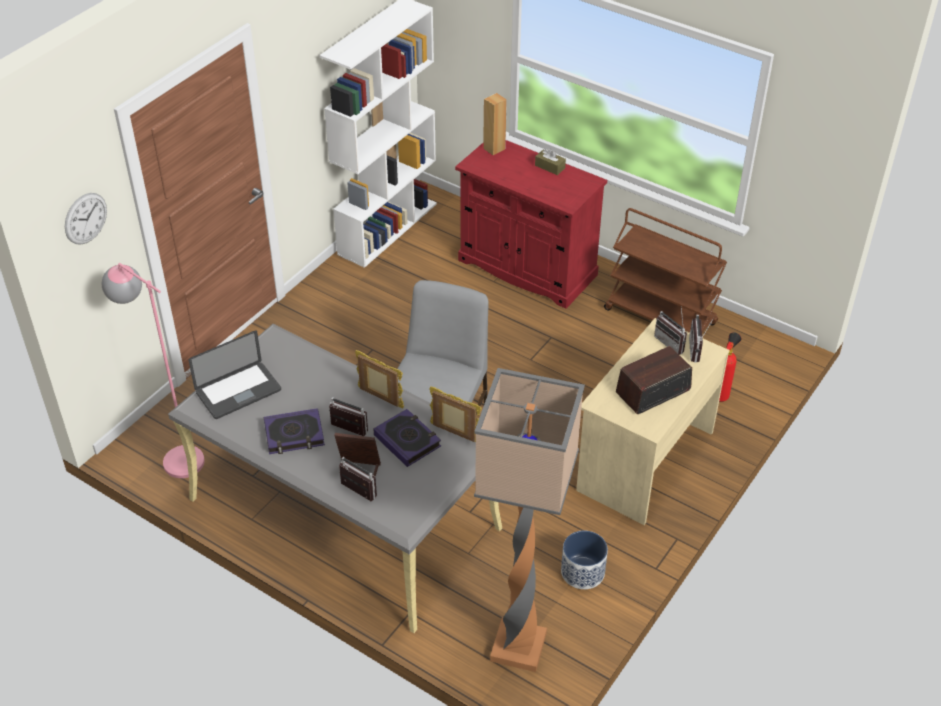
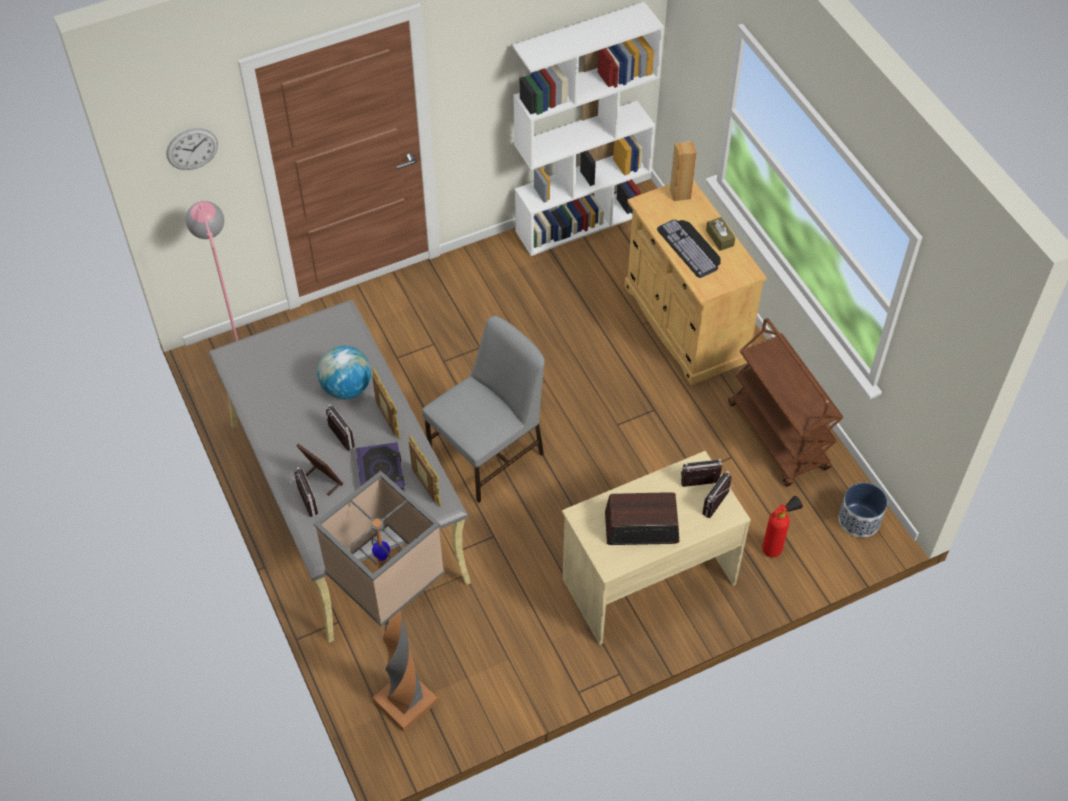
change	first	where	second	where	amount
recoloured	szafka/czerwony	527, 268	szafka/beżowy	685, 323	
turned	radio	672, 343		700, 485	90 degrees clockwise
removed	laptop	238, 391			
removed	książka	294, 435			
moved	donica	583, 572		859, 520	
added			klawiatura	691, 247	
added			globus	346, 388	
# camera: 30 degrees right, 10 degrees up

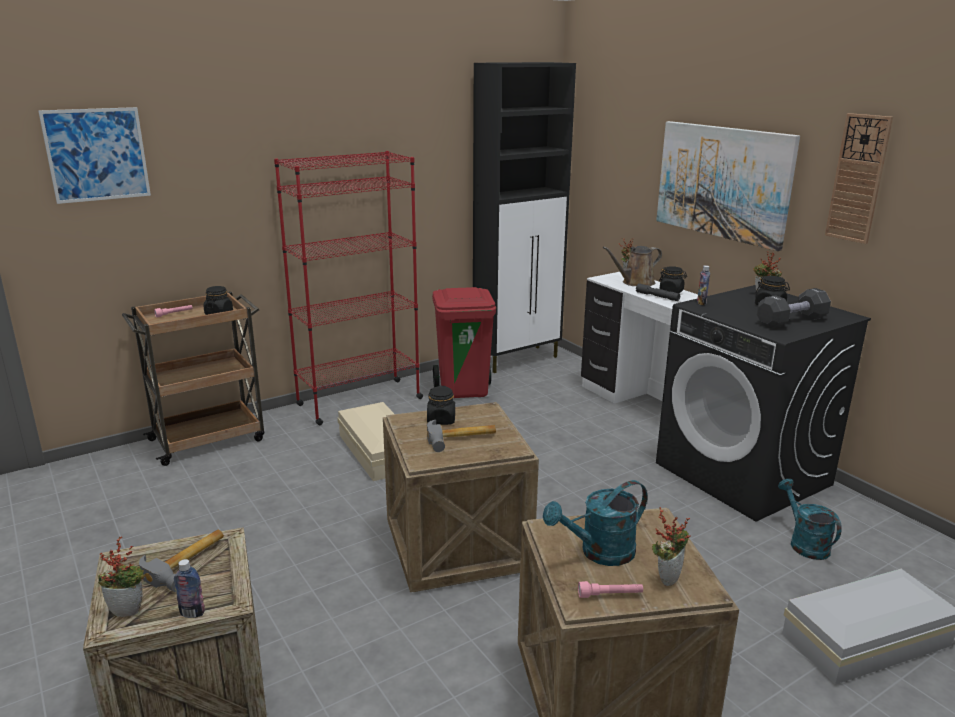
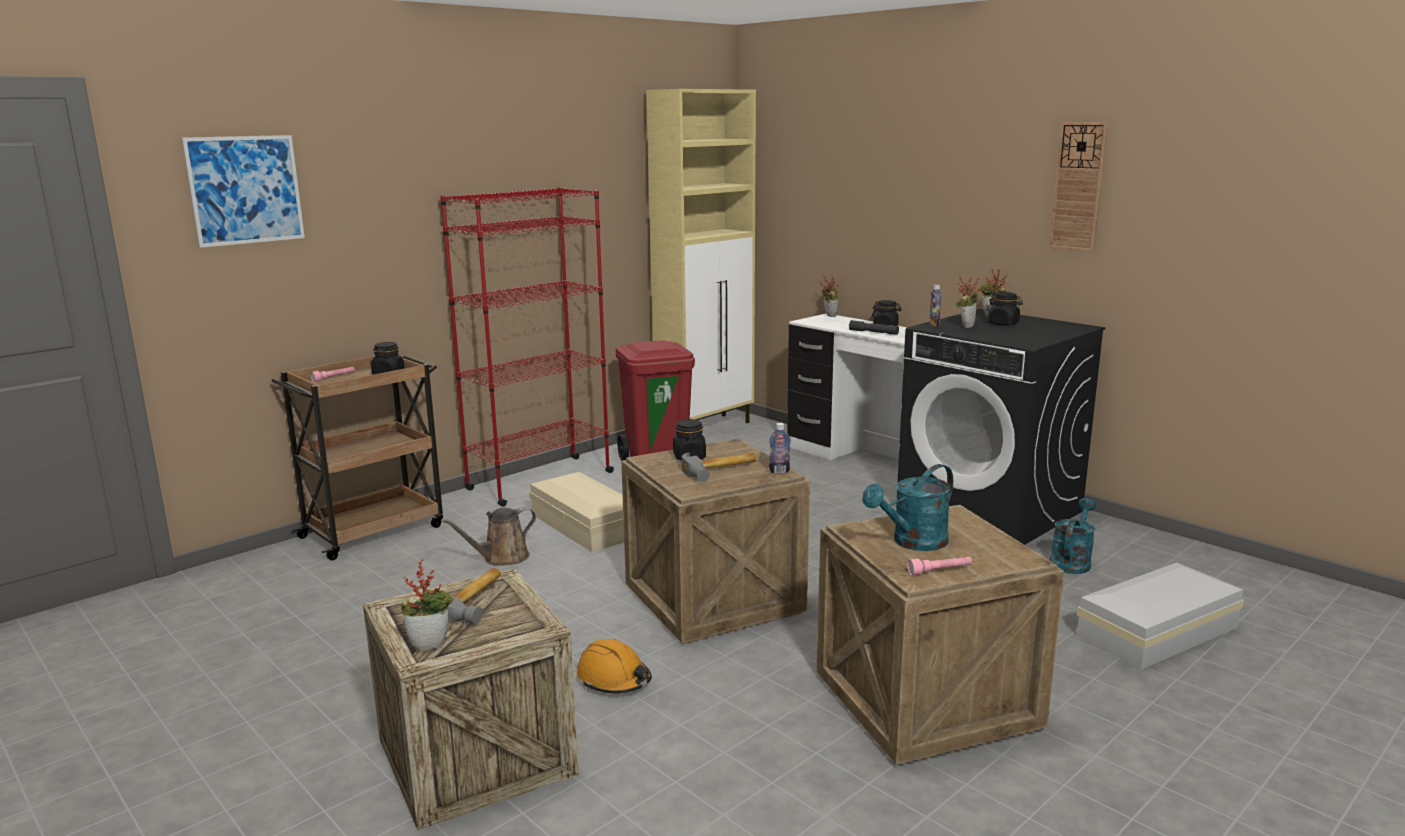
change	first	where	second	where	amount
recoloured	szafka/czarny	518, 359	szafka/beżowy	706, 428	
removed	obraz	723, 182			
moved	konewka/brązowy	635, 283		501, 558	
removed	hantel/czarny	791, 321			
turned	konewka/turkusowy	804, 543		1071, 561	60 degrees clockwise
moved	roślina doniczkowa	667, 577		966, 326	
moved	butelka	192, 613		779, 471	
added			kask/pomarańczowy	614, 679	
# camera: 10 degrees left, 5 degrees down

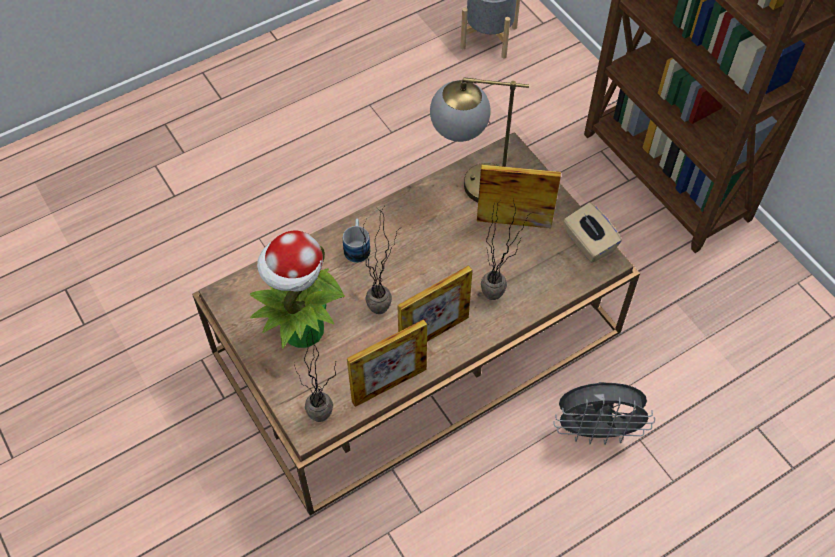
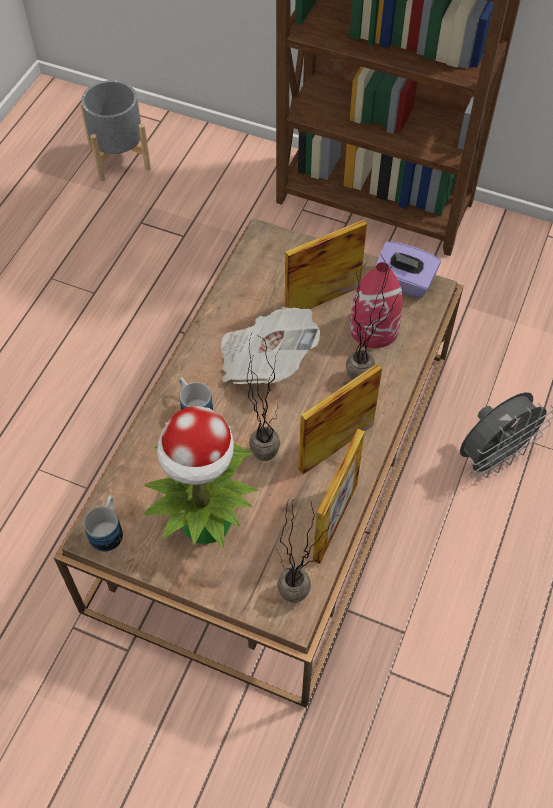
change	first	where	second	where	amount
removed	lampa stołowa	469, 184			
recoloured	pudełko chusteczek/beżowy	588, 243	pudełko chusteczek/fioletowy	403, 282	
turned	ramka na zdjęcie	434, 334		336, 447	150 degrees counterclockwise
added			wazon/czerwony	374, 328	
added			gazeta	265, 361	
added			kubek	108, 529	
# camera: 35 degrees left, 0 degrees up

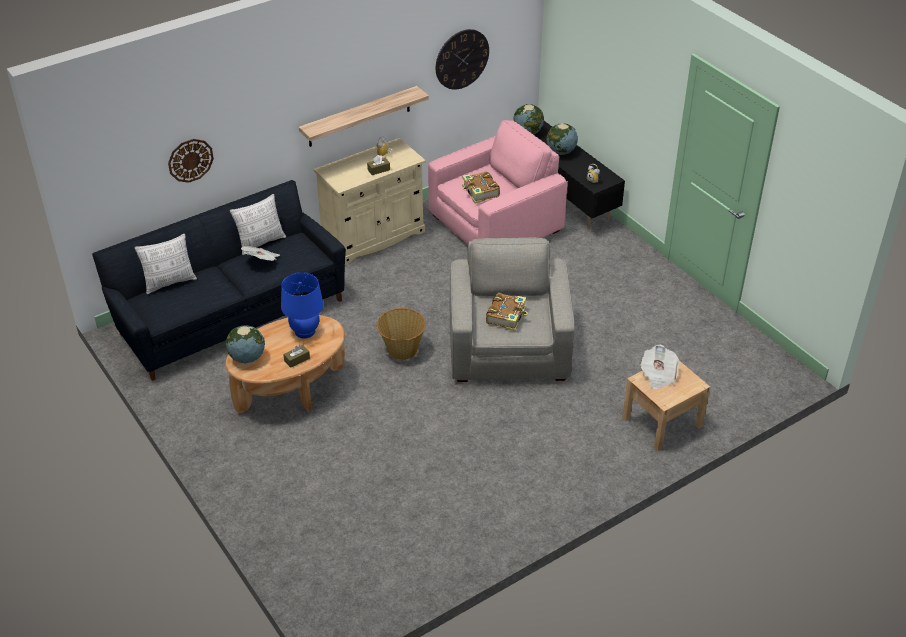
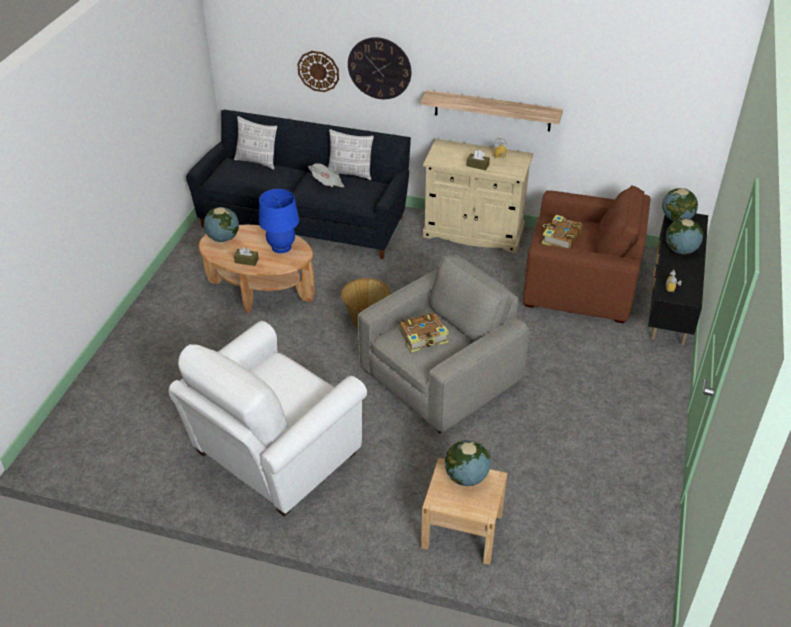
change	first	where	second	where	amount
moved	zegar ścienny	462, 59		379, 68	
recoloured	fotel/różowy	495, 223	fotel/brązowy	579, 283	
replaced	gazeta	658, 375	globus	466, 477	
added			fotel/biały	271, 456	
# camera: 50 degrees right, 0 degrees up

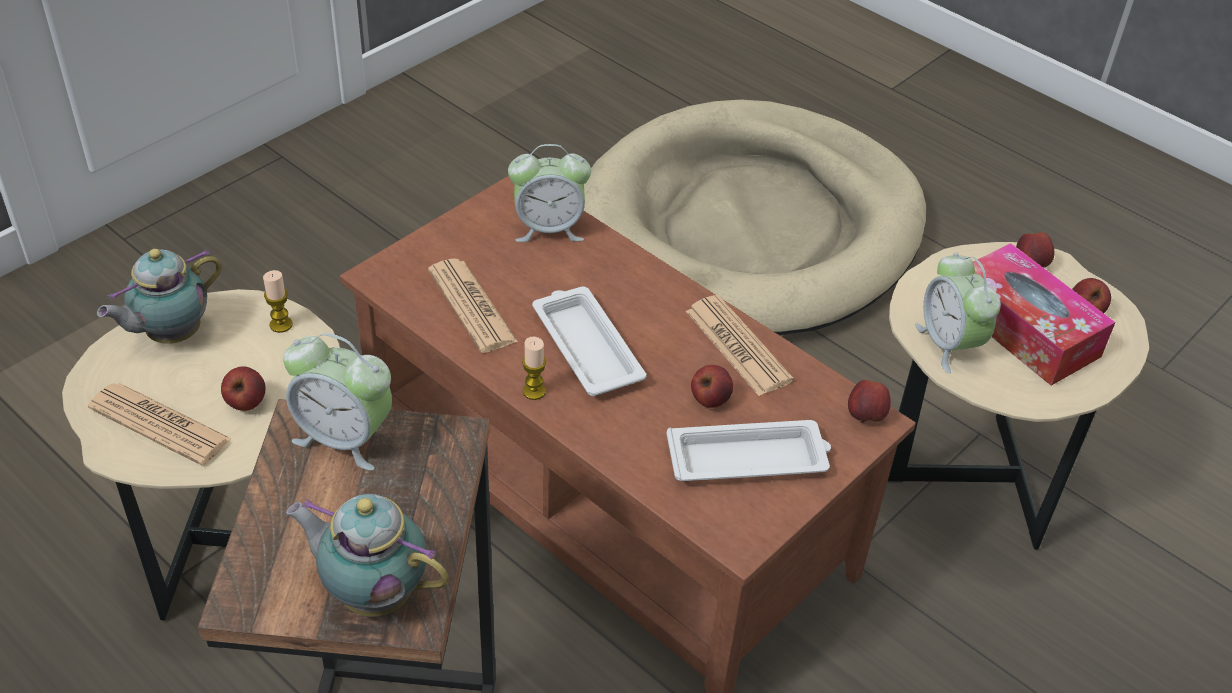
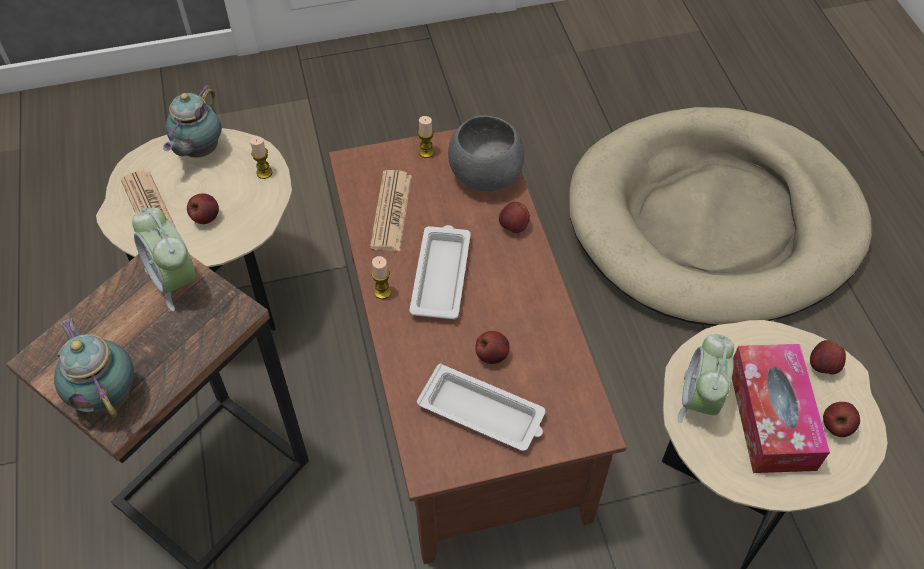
change	first	where	second	where	amount
replaced	budzik	549, 228	miska/szary	486, 175	
turned	imbryk	170, 335		199, 151	60 degrees counterclockwise
removed	gazeta	737, 346			
moved	jabłko	866, 417		513, 227	
added			świeca	426, 152	
# camera: 35 degrees right, 10 degrees up

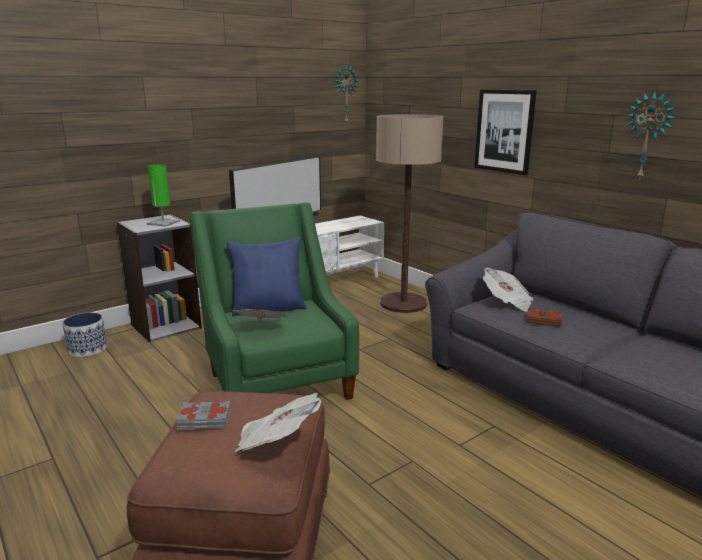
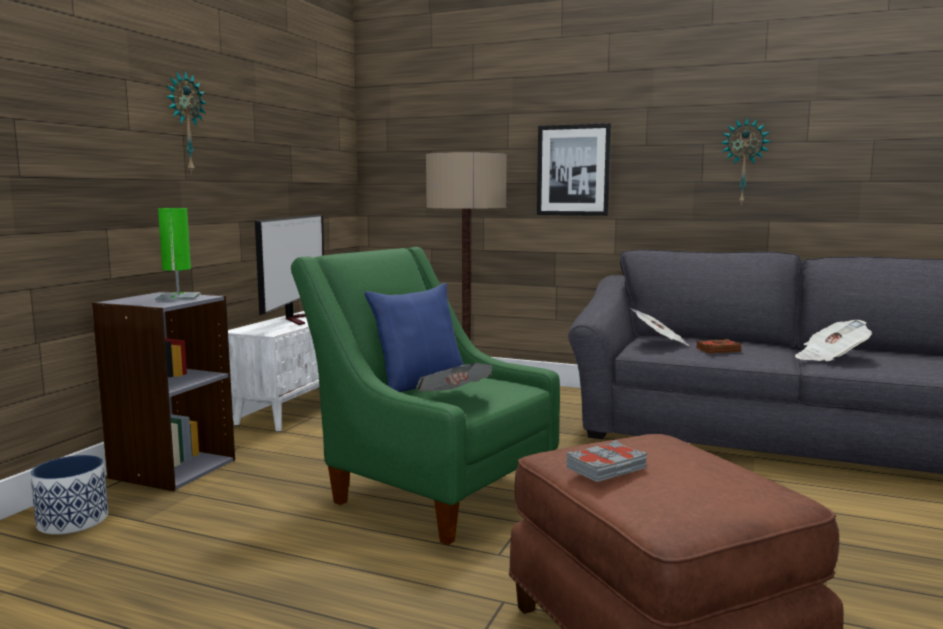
change	first	where	second	where	amount
moved	zegar ścienny	345, 94		185, 122	
moved	gazeta	277, 442		830, 358	
# camera: 30 degrees left, 10 degrees down

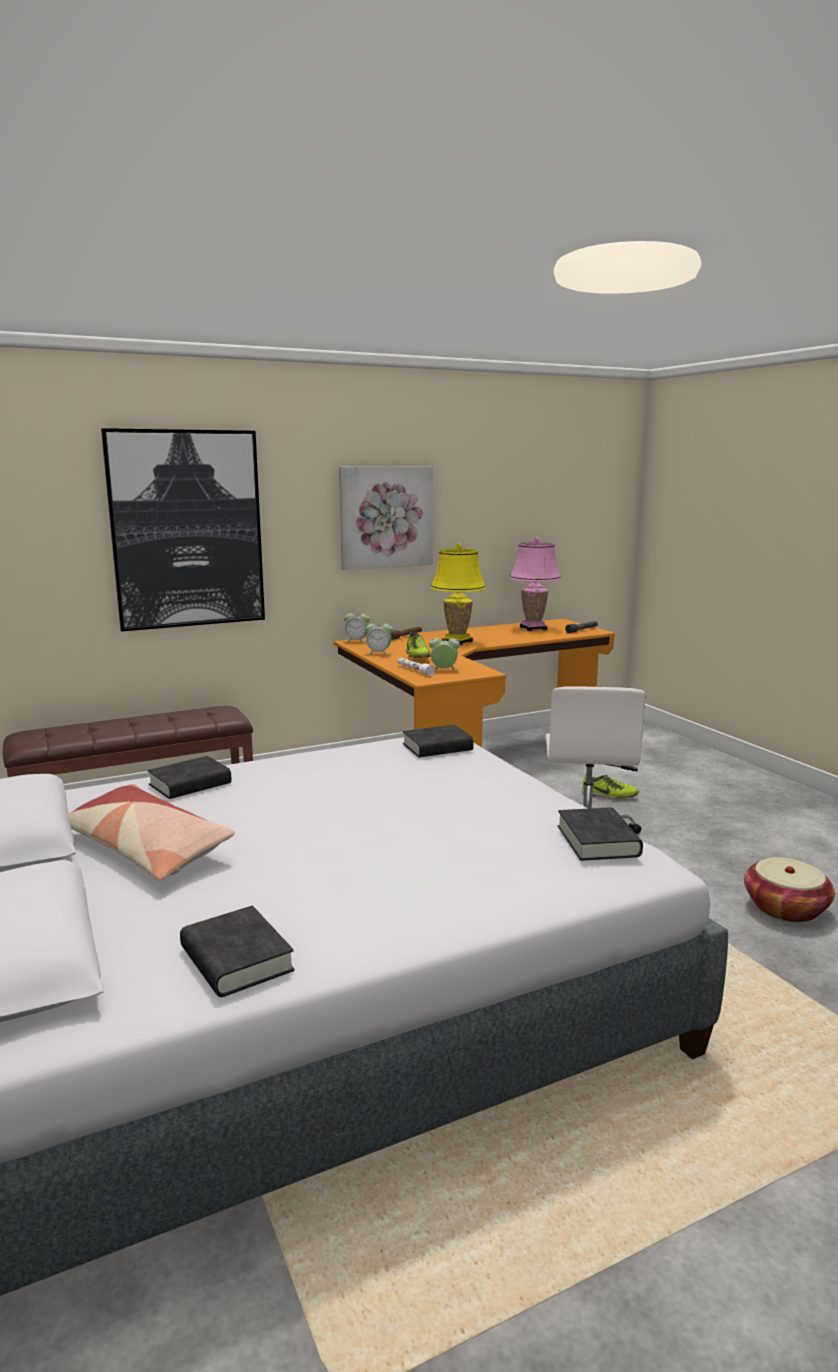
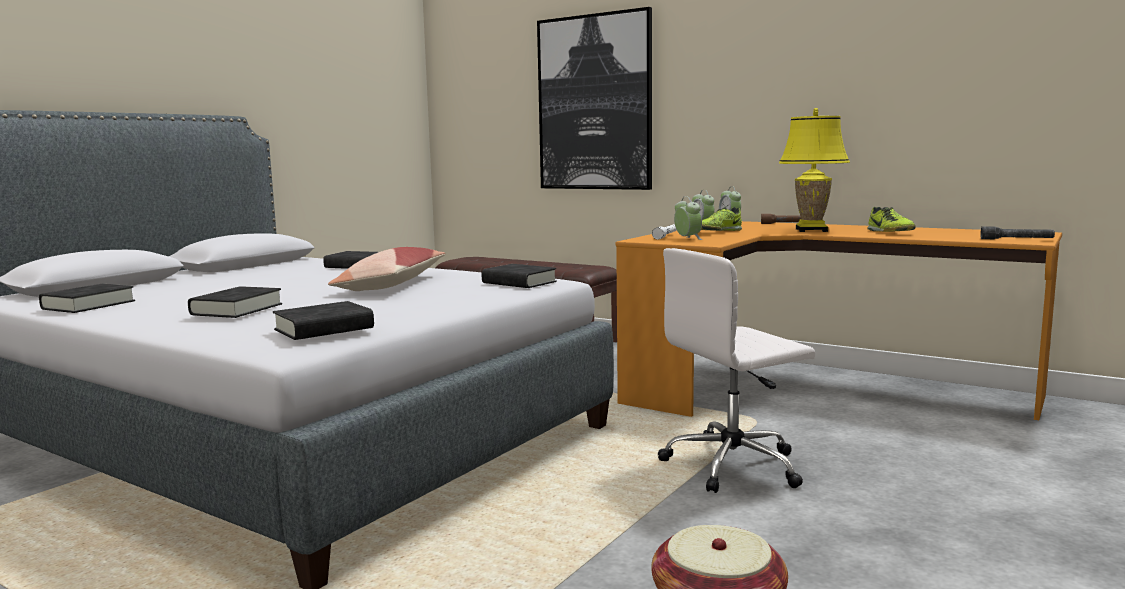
change	first	where	second	where	amount
removed	obraz	385, 517			
removed	lampa stołowa/różowy	533, 628			
moved	but	609, 796		889, 232	
moved	poduszka	146, 849		391, 285	
added			książka/czarny	236, 309	
# camera: 60 degrees right, 5 degrees down

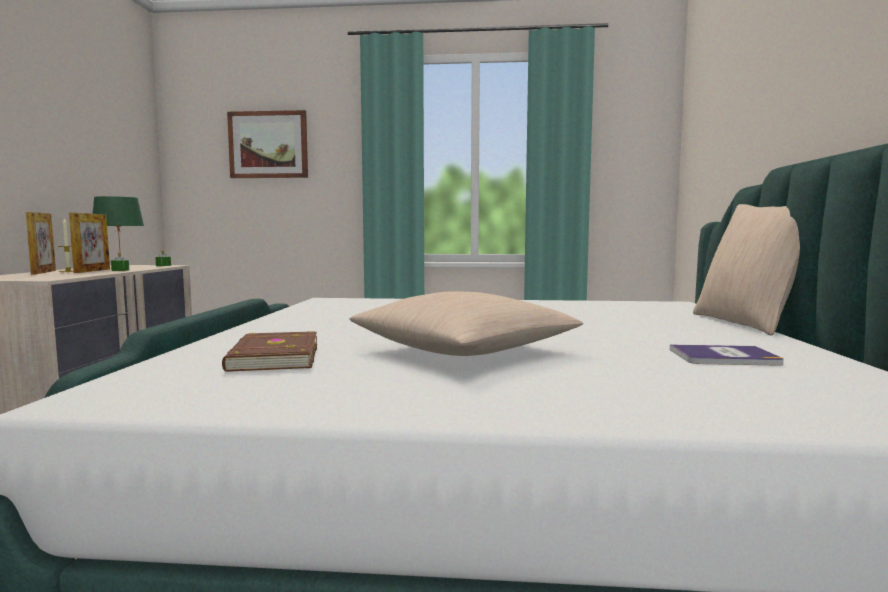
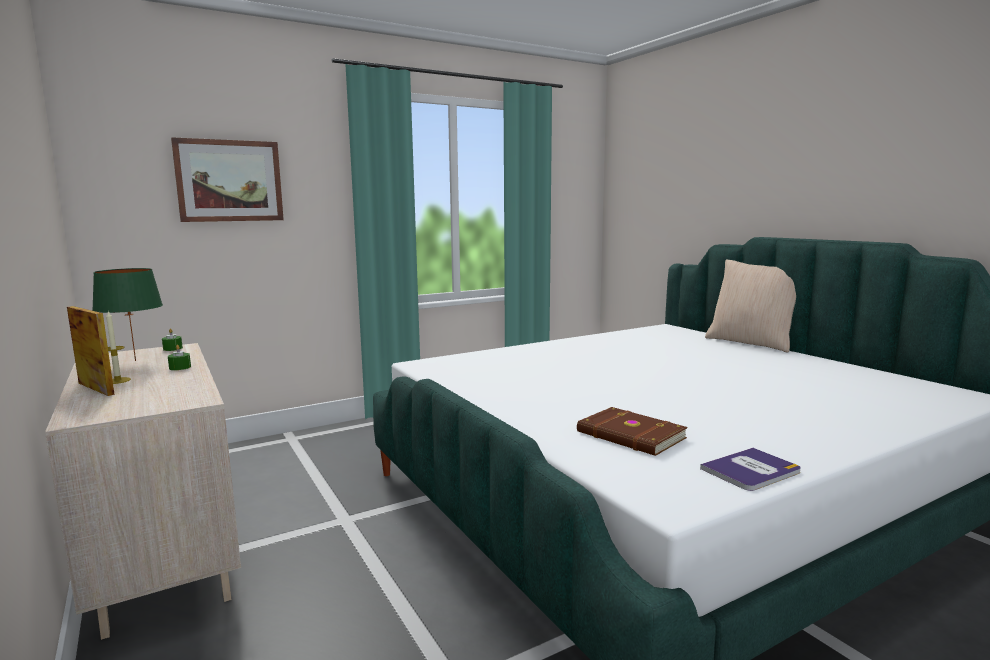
change	first	where	second	where	amount
removed	ramka na zdjęcie	92, 271			
removed	poduszka/beżowy	465, 350			
moved	książka	724, 357		751, 470	
# camera: 35 degrees left, 5 degrees up

